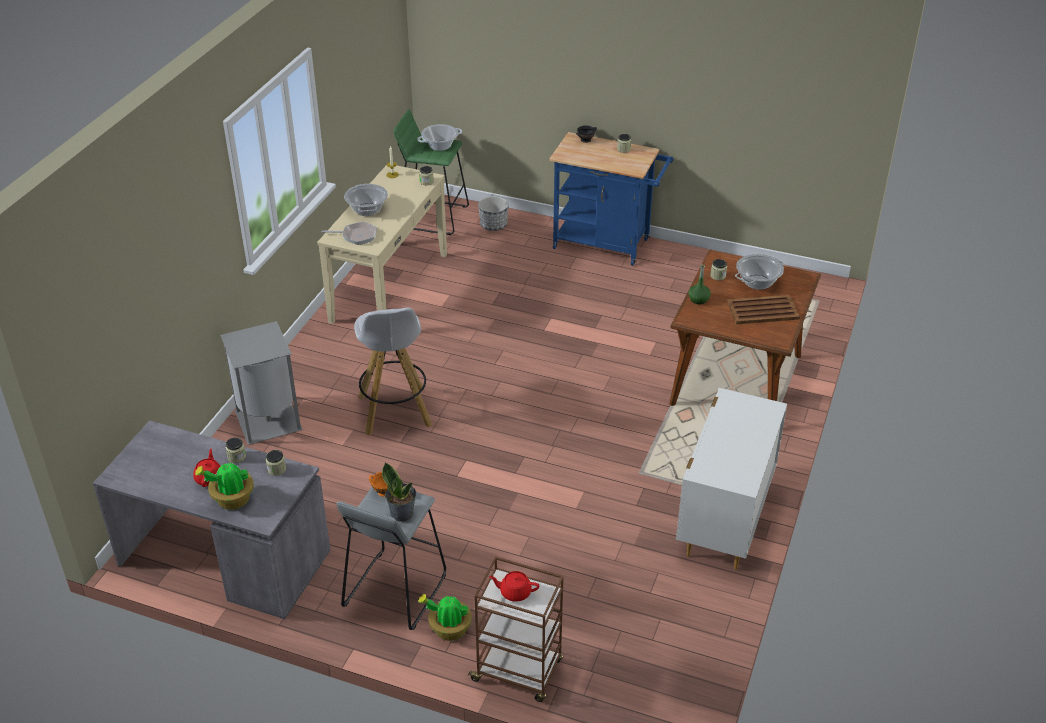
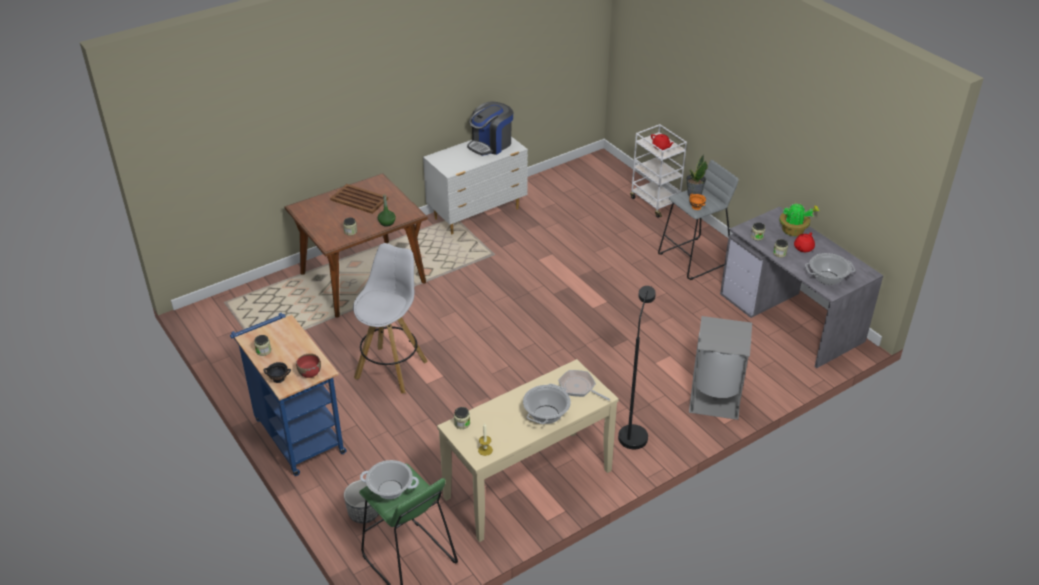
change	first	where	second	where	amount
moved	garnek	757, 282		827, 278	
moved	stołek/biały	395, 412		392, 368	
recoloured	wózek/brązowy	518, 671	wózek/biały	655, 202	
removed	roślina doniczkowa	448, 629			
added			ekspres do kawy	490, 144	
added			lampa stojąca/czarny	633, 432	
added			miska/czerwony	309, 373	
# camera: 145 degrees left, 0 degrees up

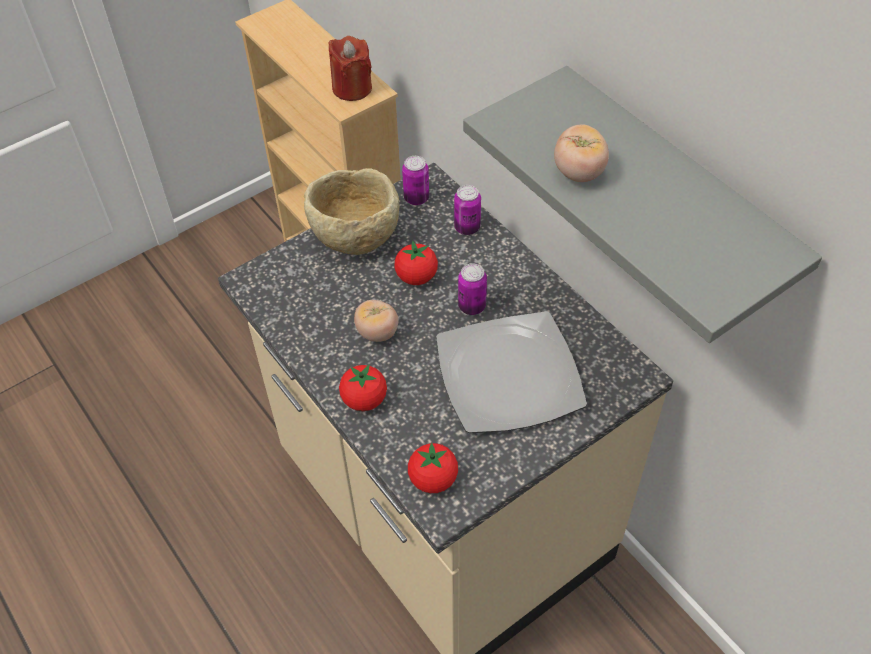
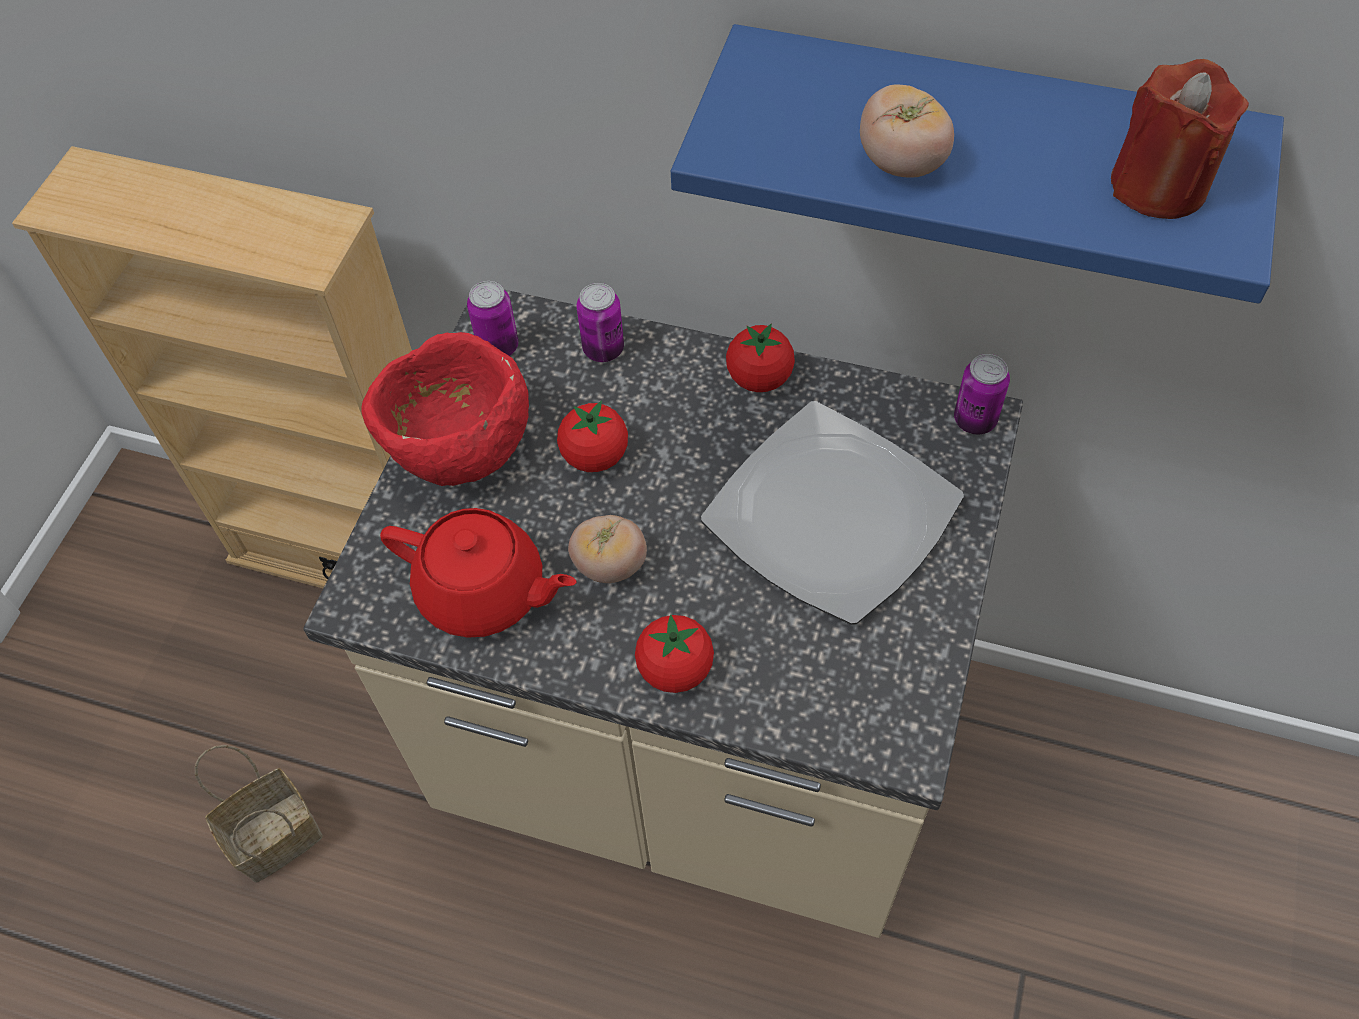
change	first	where	second	where	amount
moved	świeca/czerwony	352, 88		1158, 186	
recoloured	półka/szary	672, 199	półka/niebieski	981, 148	
recoloured	miska/beżowy	355, 237	miska/czerwony	459, 449	
moved	puszka	472, 306		974, 420	
moved	pomidor	433, 479		759, 378	
added			imbryk/czerwony	484, 592	
added			koszyk	274, 840	
# camera: 35 degrees left, 5 degrees up

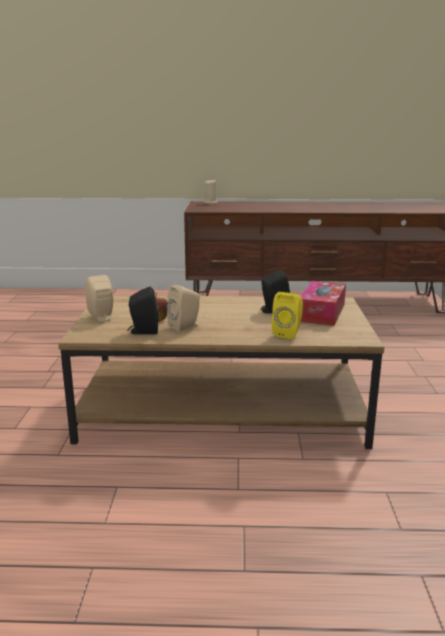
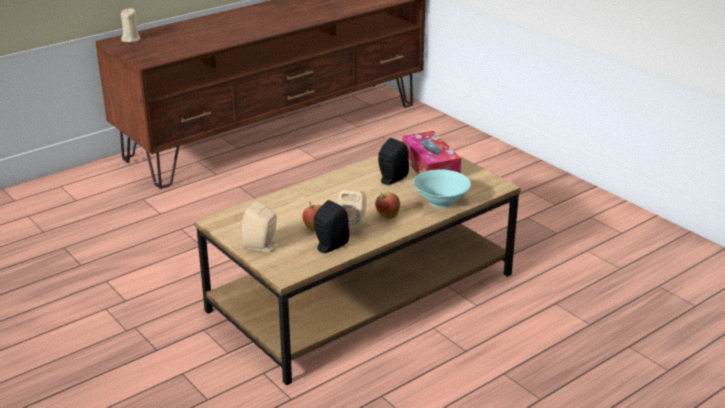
change	first	where	second	where	amount
replaced	głośnik/żółty	288, 333	miska/turkusowy	441, 201	
added			jabłko	387, 216	
# camera: 40 degrees left, 10 degrees up

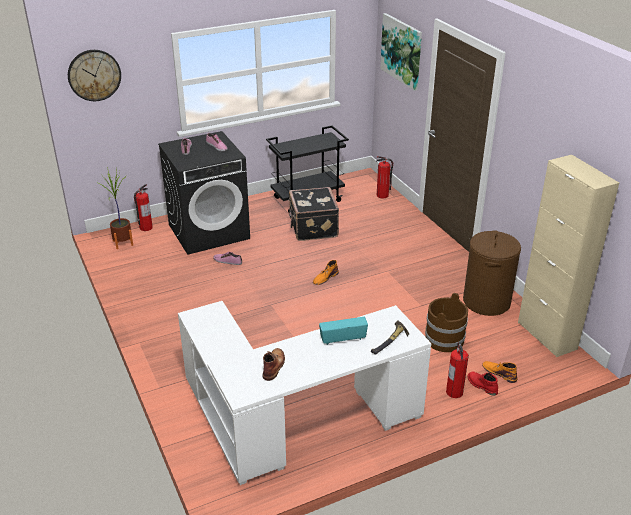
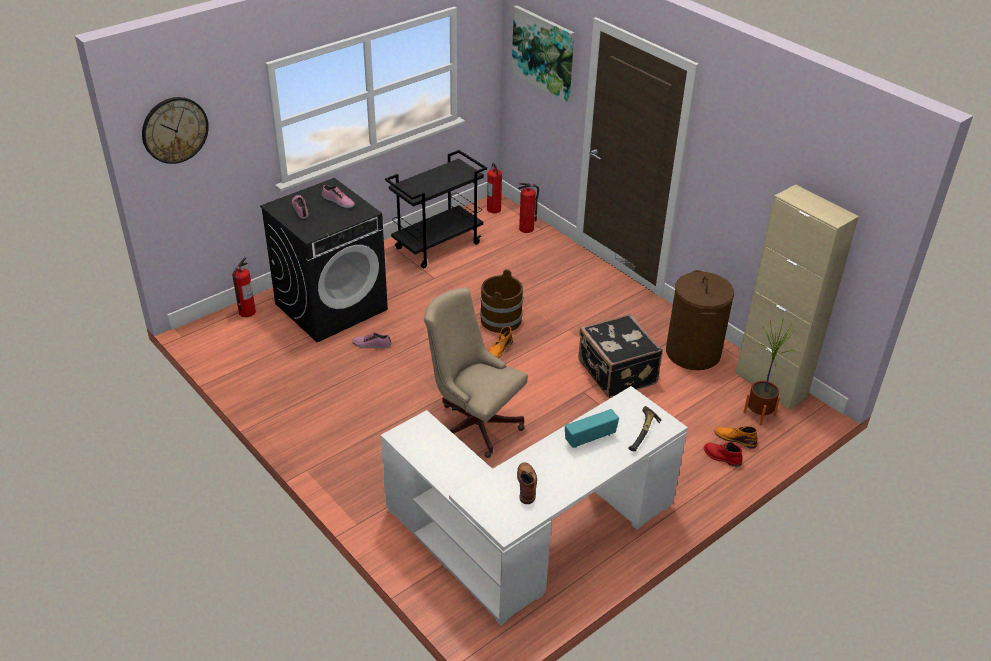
change	first	where	second	where	amount
moved	roślina doniczkowa	123, 243		759, 414	
moved	walizka/czarny	312, 228		616, 373	
moved	wiadro/brązowy	444, 339		501, 319	
moved	gaśnica	454, 391		493, 209	
added			krzesło biurowe/beżowy	473, 423	
# camera: 15 degrees left, 5 degrees up

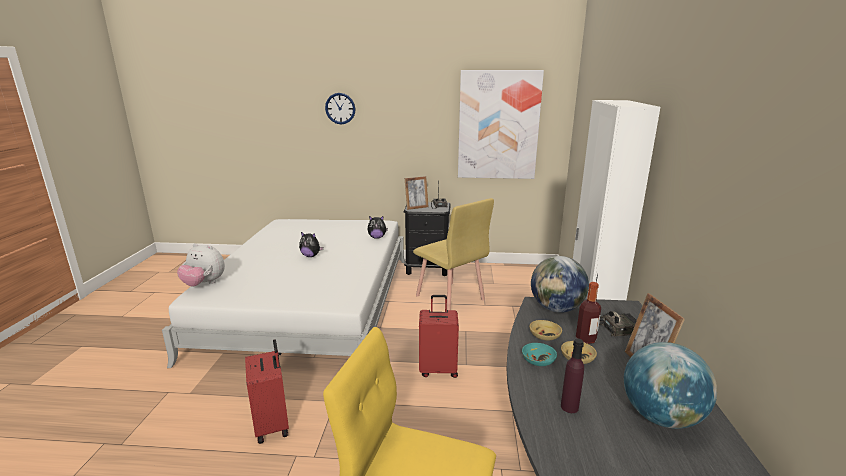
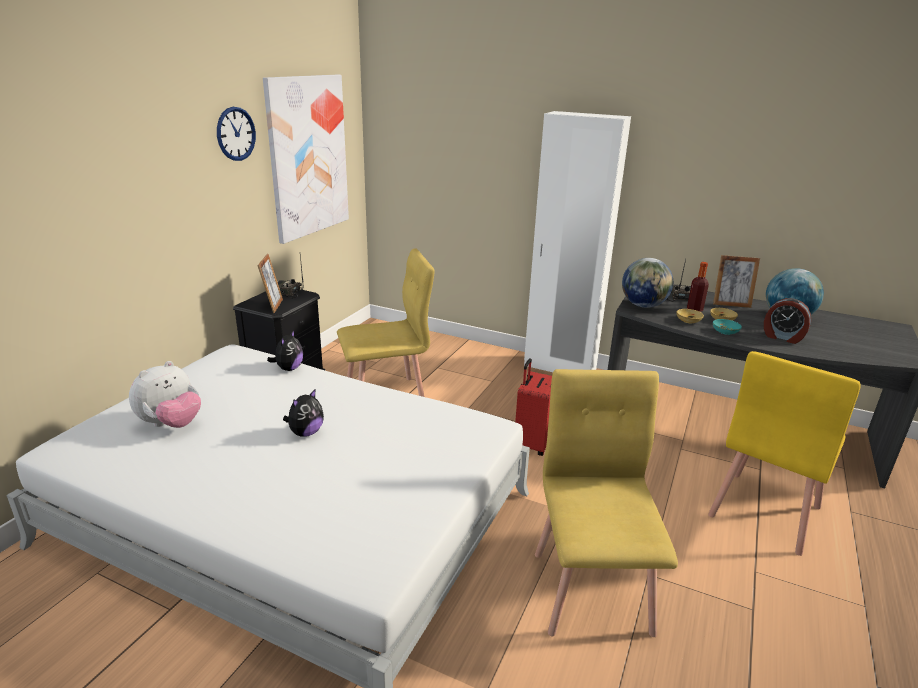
change	first	where	second	where	amount
moved	zegar ścienny	340, 108		236, 134	
moved	pluszak	204, 284		171, 424	
replaced	walizka/czerwony	273, 425	krzesło/żółty	592, 590	
replaced	butelka/fioletowy	569, 407	budzik	782, 337	
# camera: 70 degrees left, 5 degrees up

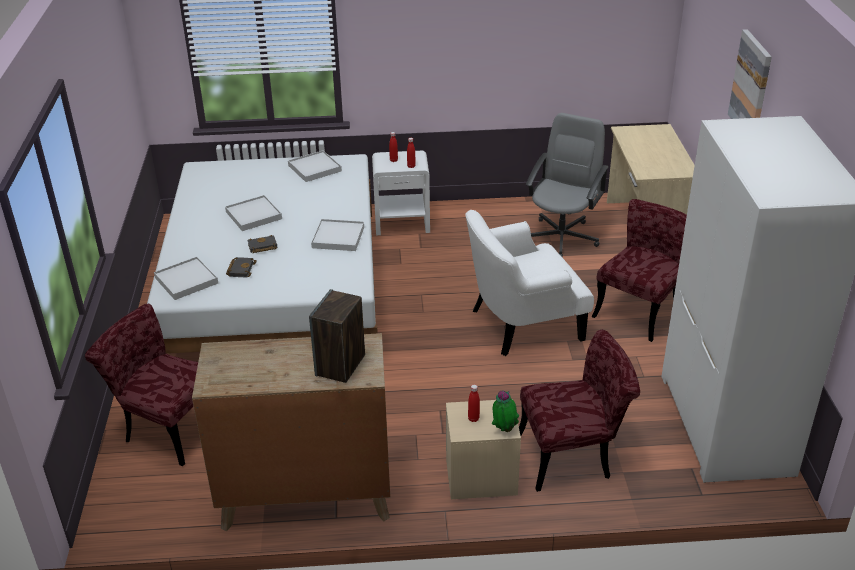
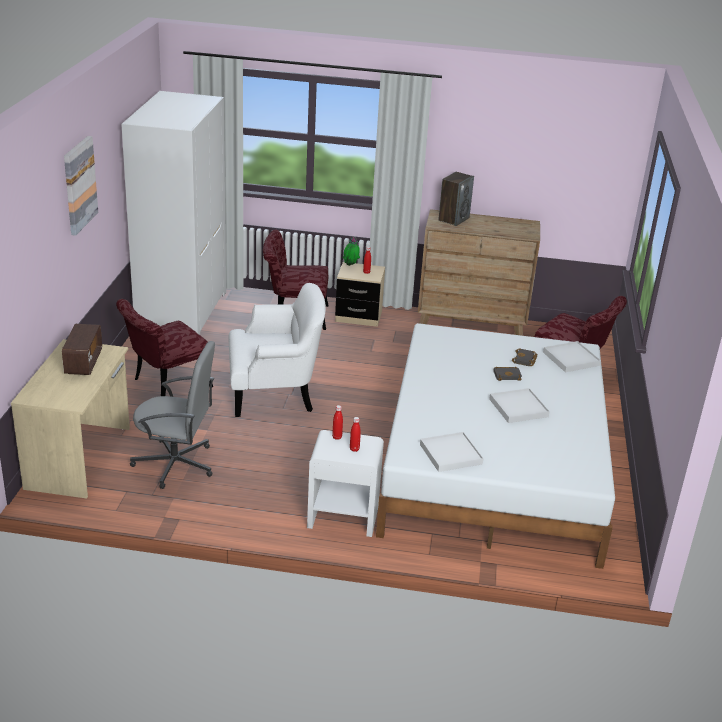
change	first	where	second	where	amount
turned	krzesło biurowe/szary	562, 237		176, 464	120 degrees counterclockwise
removed	taca/biały	338, 237			
added			radio	83, 362	
# camera: 170 degrees left, 5 degrees down

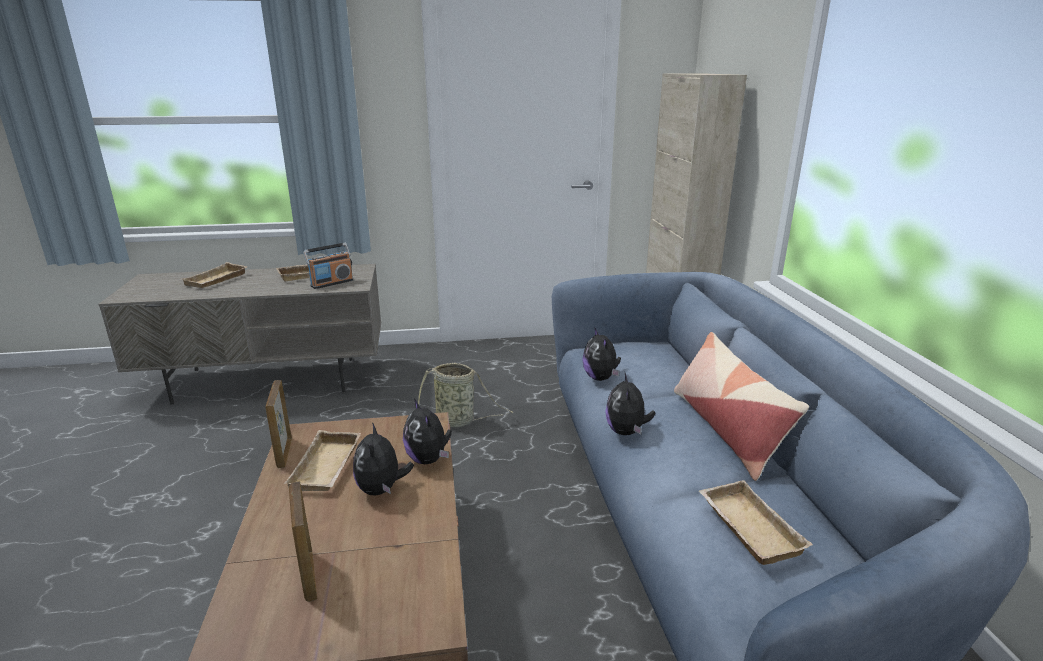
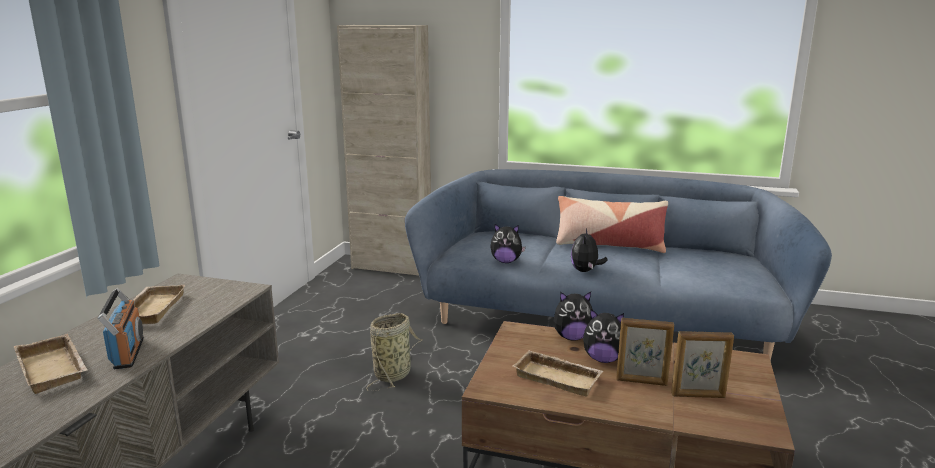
change	first	where	second	where	amount
moved	radio	332, 283		128, 353	
turned	pluszak	626, 432		585, 271	75 degrees clockwise
moved	ramka na zdjęcie	284, 453		641, 382	
removed	taca/beżowy	746, 527			
# camera: 65 degrees left, 5 degrees down

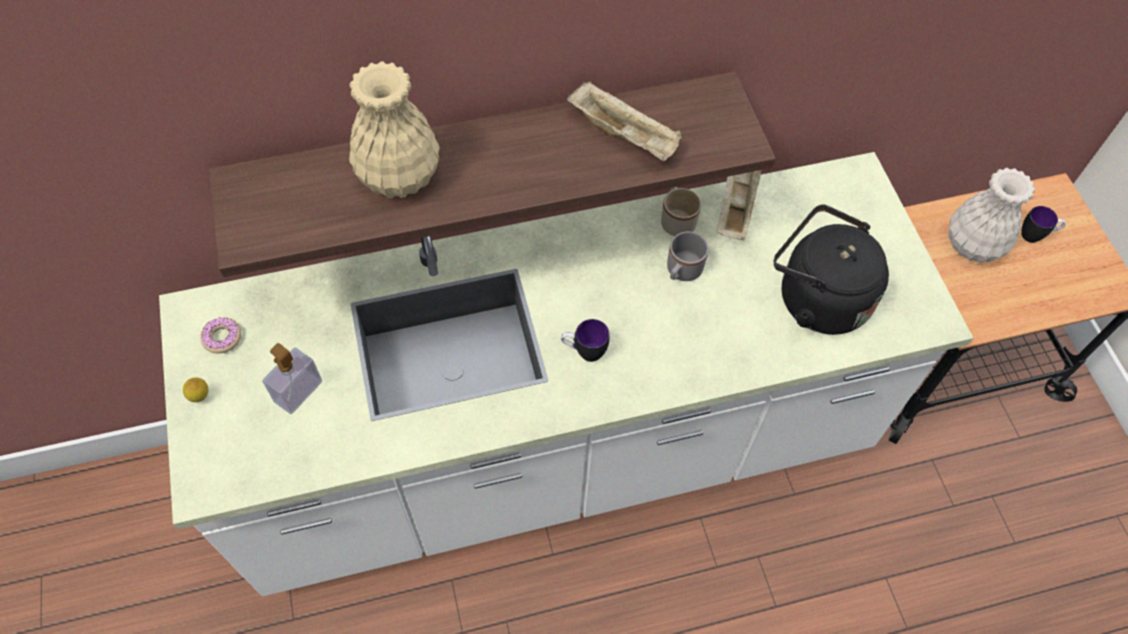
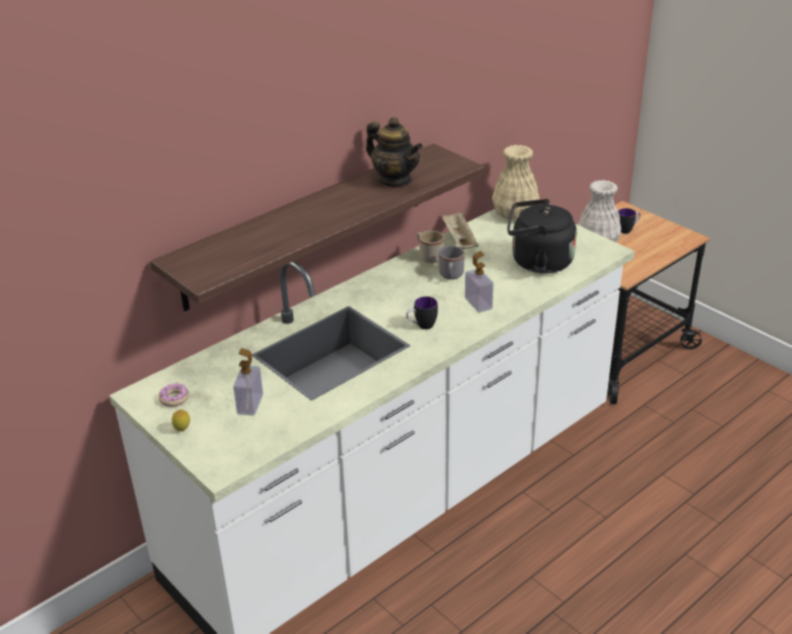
change	first	where	second	where	amount
moved	wazon/beżowy	398, 175		514, 214	
replaced	taca/beżowy	624, 135	imbryk	395, 180	
added			dozownik mydła	478, 303	
# camera: 25 degrees left, 25 degrees down

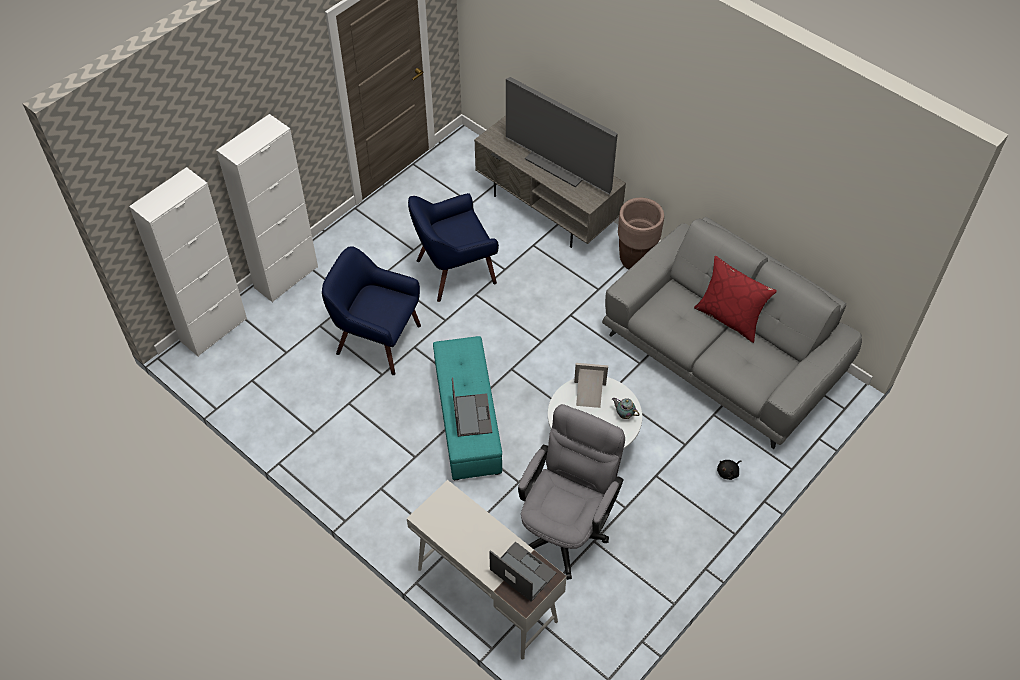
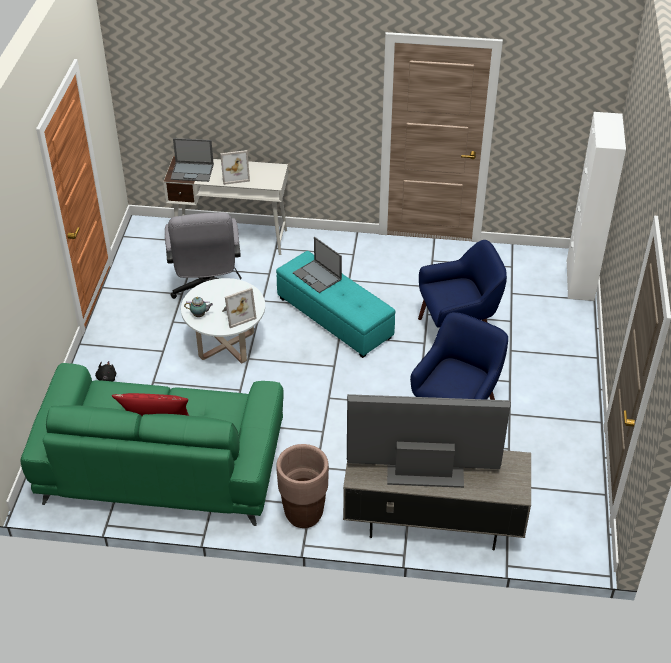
change	first	where	second	where	amount
removed	szafka/biały	286, 277			
recoloured	kanapa/szary	722, 355	kanapa/zielony	162, 466	
added			ramka na zdjęcie	234, 175	
# camera: 145 degrees right, 10 degrees down

